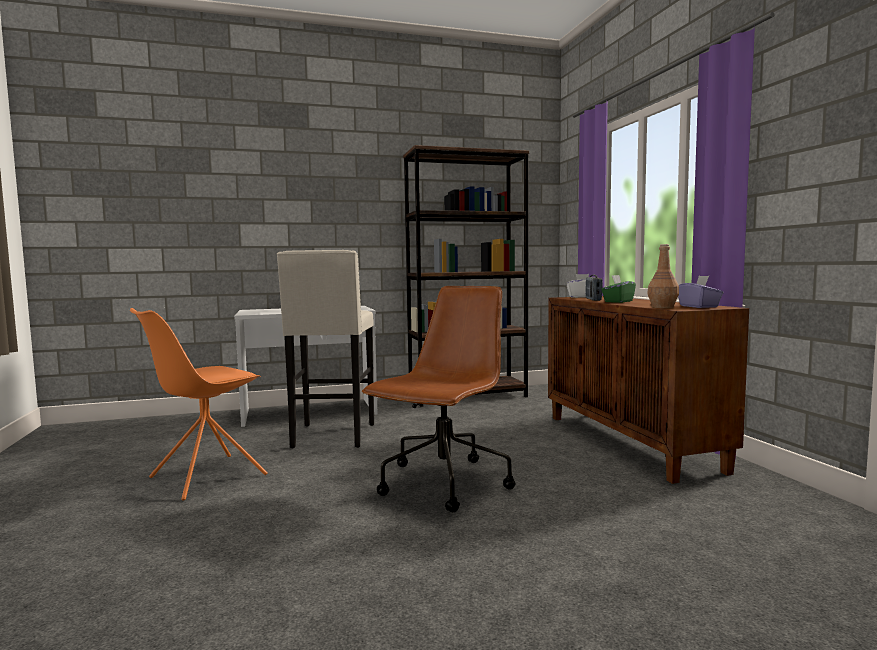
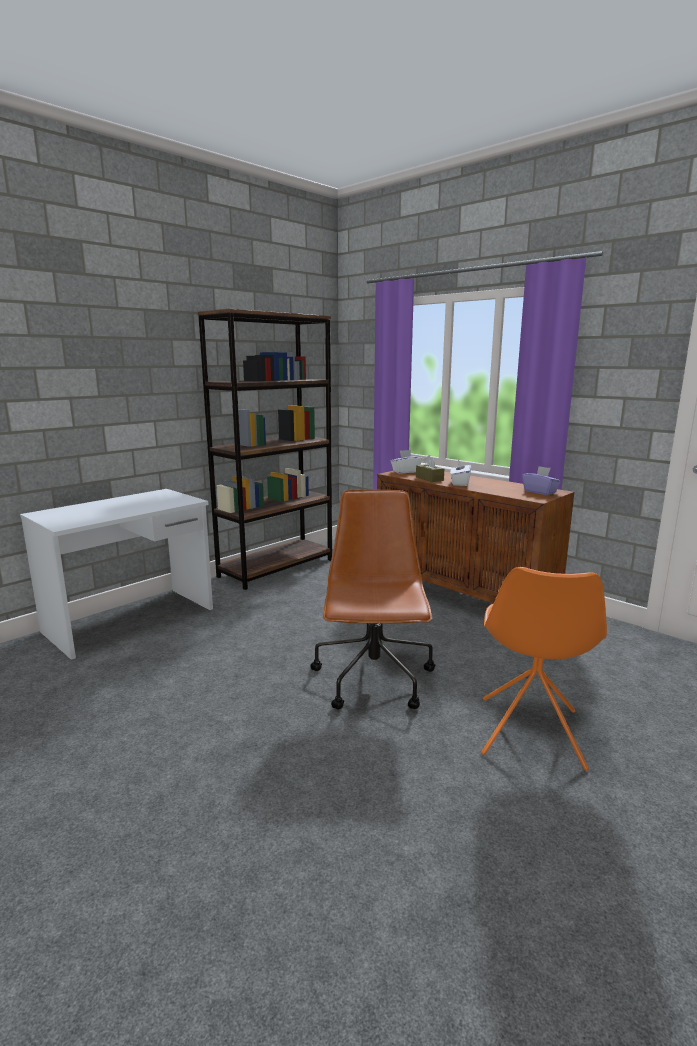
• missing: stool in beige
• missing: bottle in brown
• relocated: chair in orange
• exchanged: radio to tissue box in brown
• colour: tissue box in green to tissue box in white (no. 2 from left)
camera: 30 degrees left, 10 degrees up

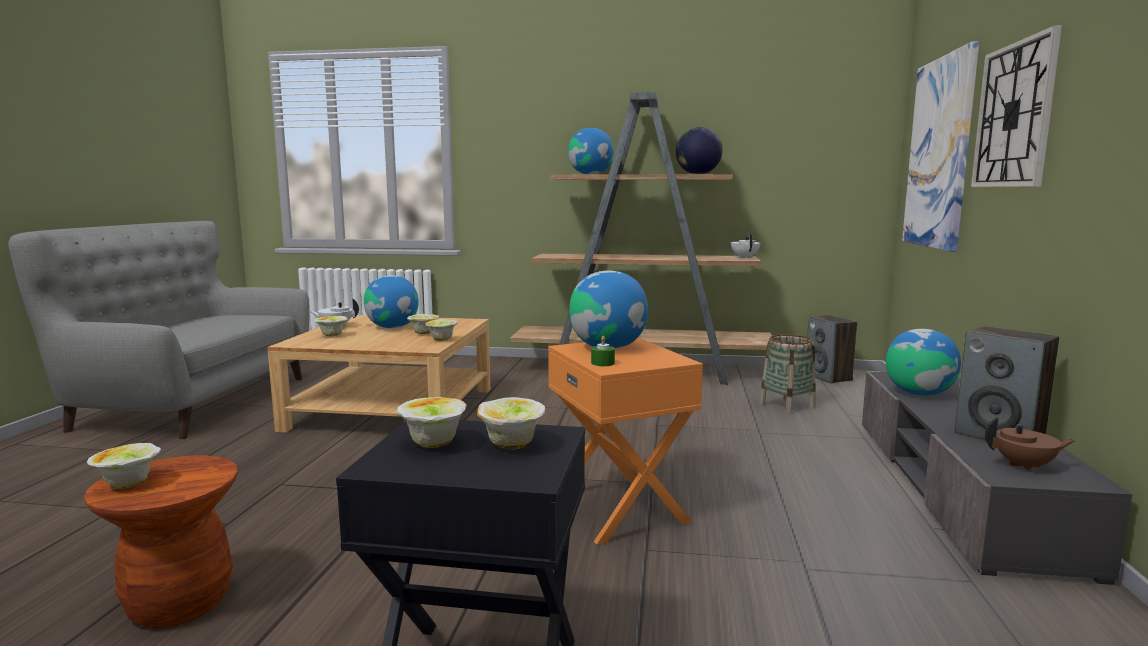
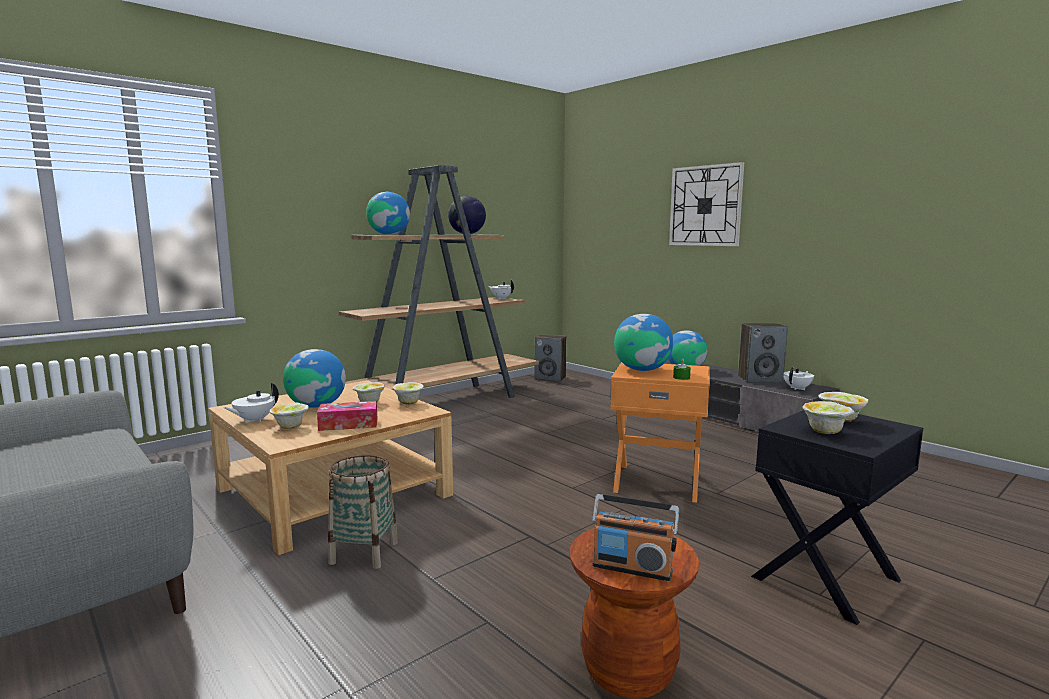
• missing: picture
• appeared: tissue box
• relocated: basket
• exchanged: bowl (no. 1 from left) to radio
• colour: teapot in brown to teapot in white (no. 3 from left)
camera: 50 degrees left, 0 degrees up

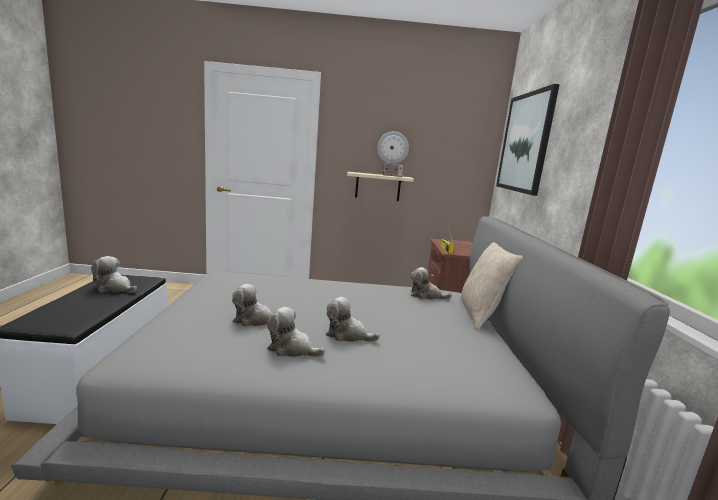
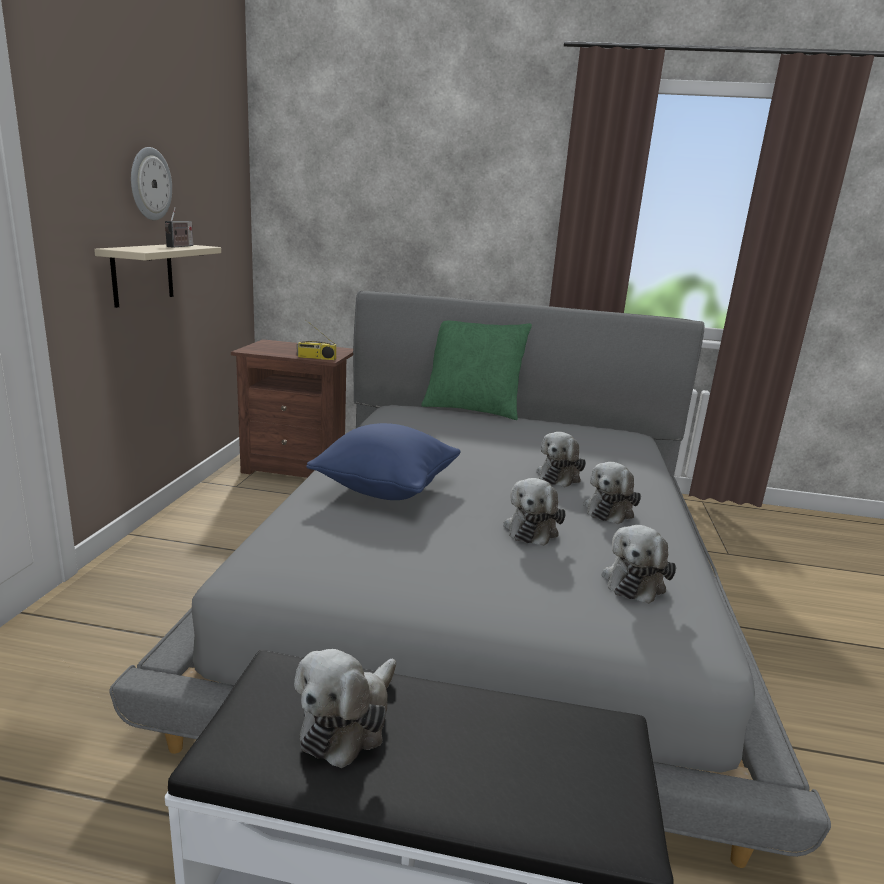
• missing: picture
• appeared: pillow in blue
• relocated: plush toy (no. 5 from left)
• colour: pillow in beige to pillow in green
camera: 80 degrees left, 5 degrees up

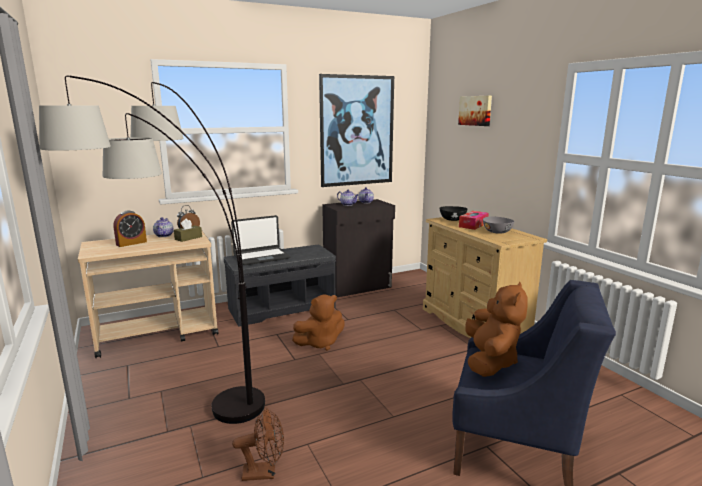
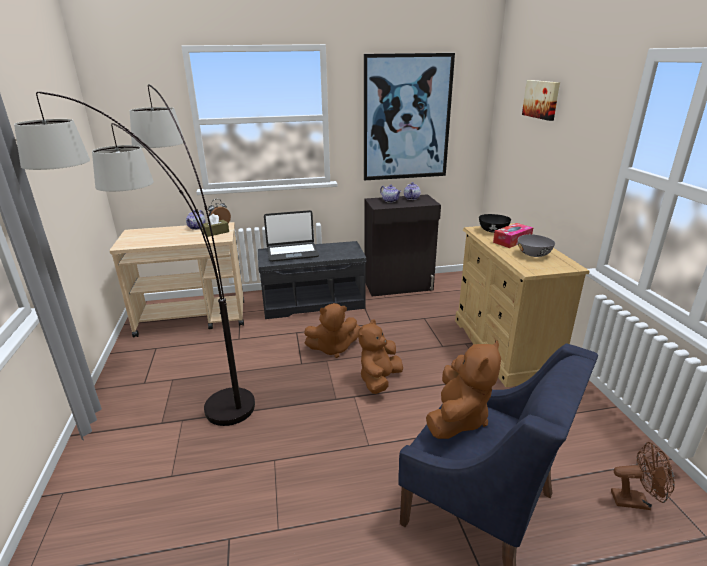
• missing: alarm clock (no. 1 from left)
• appeared: plush toy in brown (no. 2 from left)
• relocated: fan in brown
camera: 15 degrees right, 10 degrees up

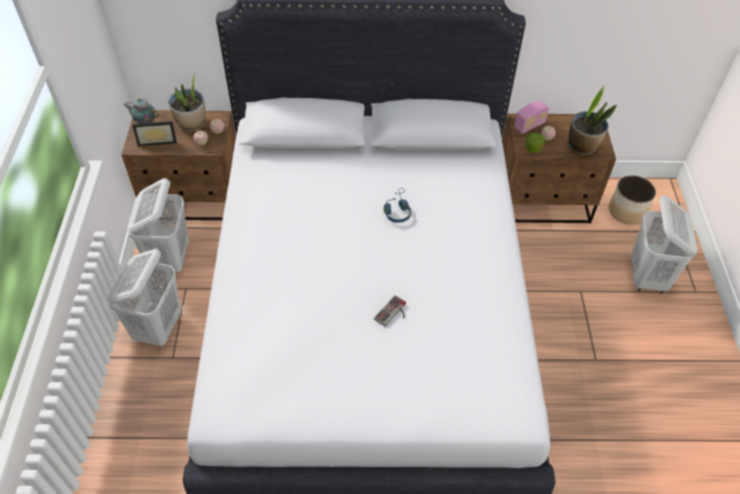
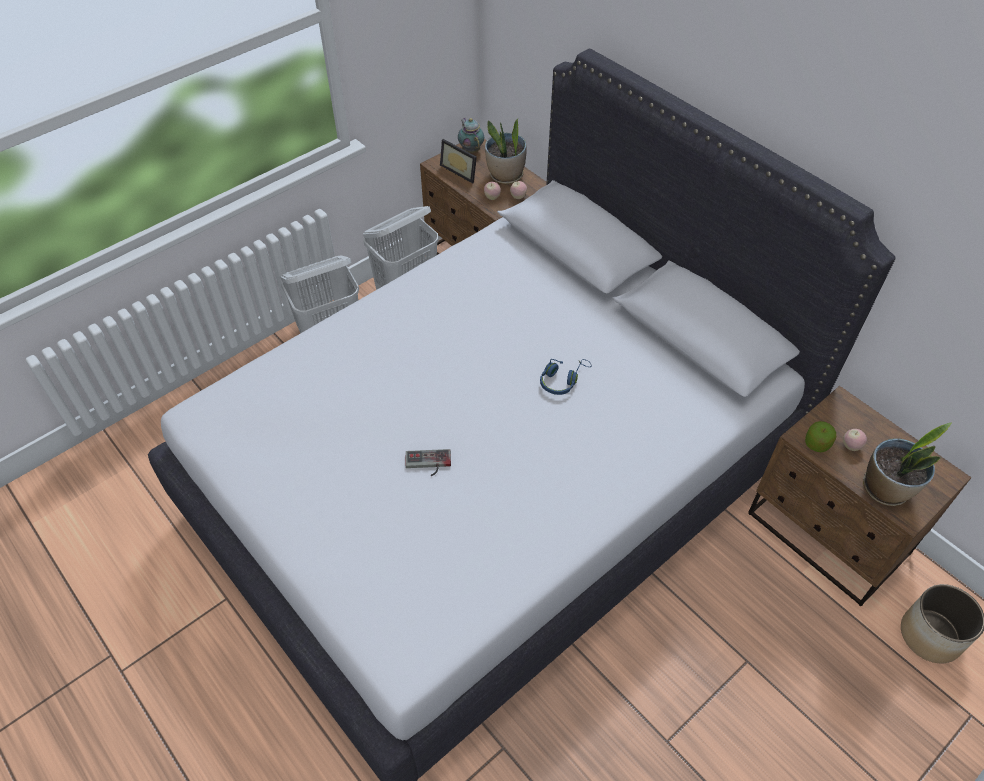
• missing: radio
• missing: laundry basket in white (no. 3 from left)
camera: 50 degrees right, 0 degrees up

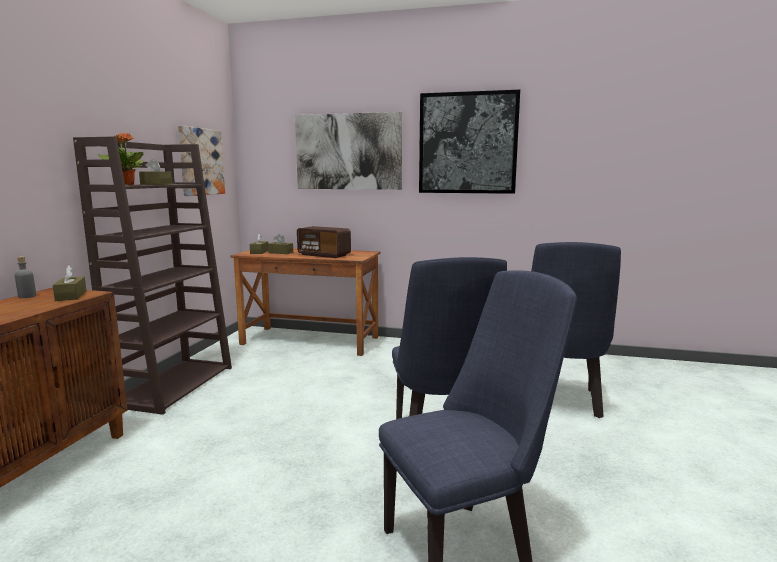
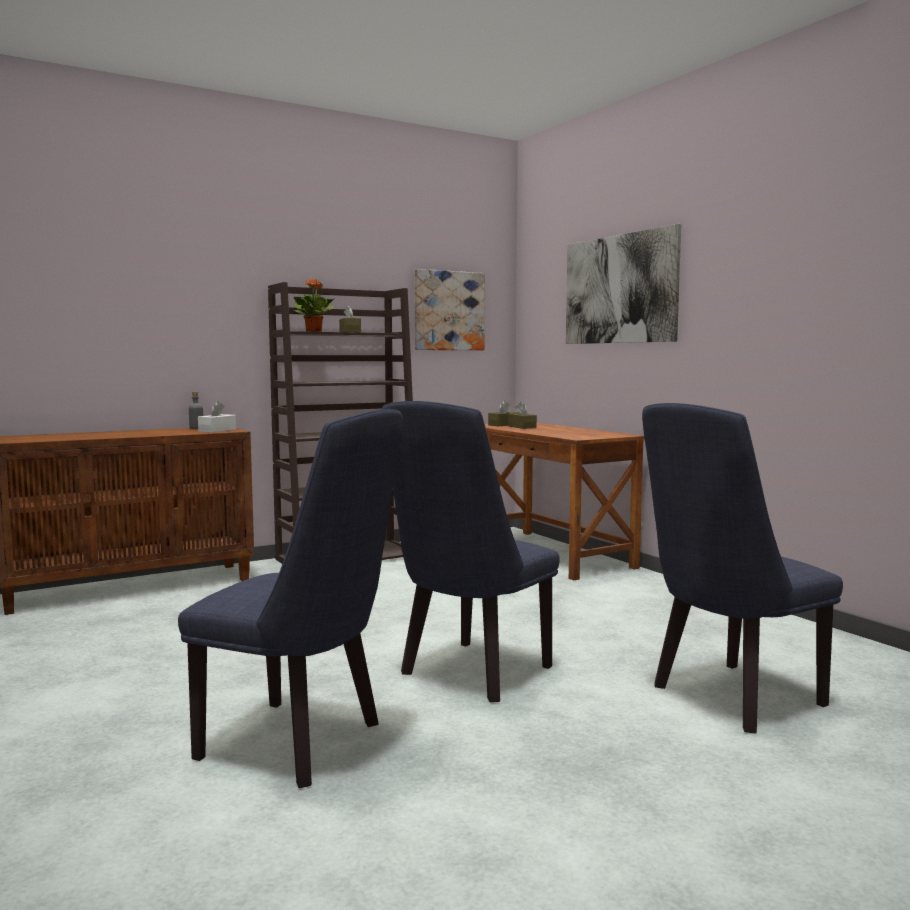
• missing: radio
• missing: picture (no. 3 from left)
• colour: tissue box in brown (no. 1 from left) to tissue box in white
camera: 45 degrees right, 5 degrees down

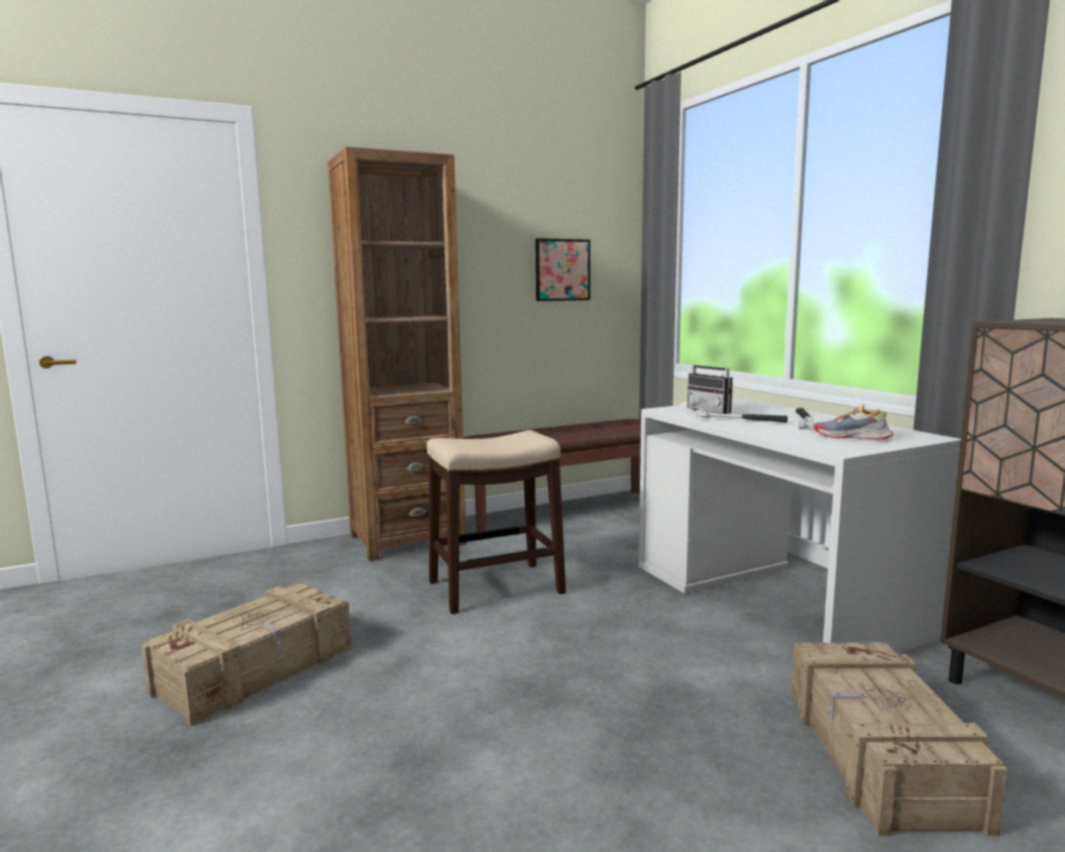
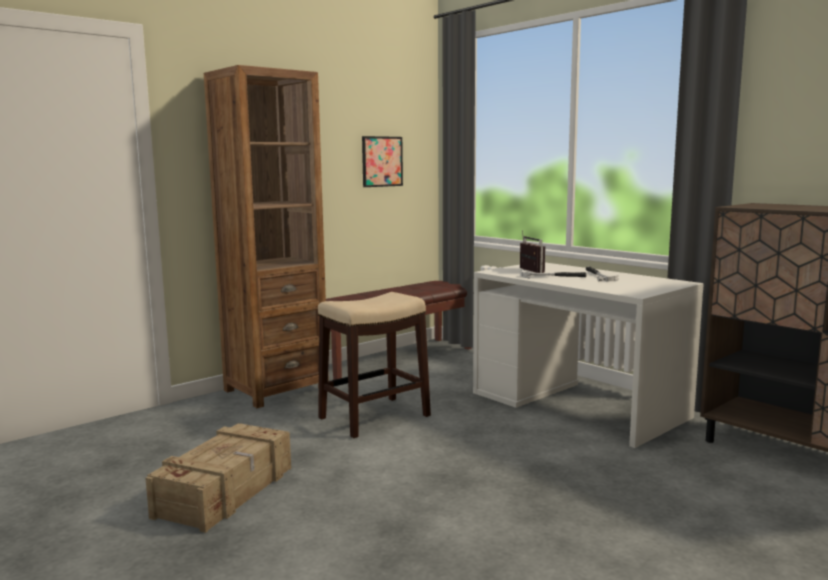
• missing: crate (no. 2 from left)
• missing: shoe
• spun: radio 150 degrees counterclockwise
camera: 15 degrees left, 0 degrees up

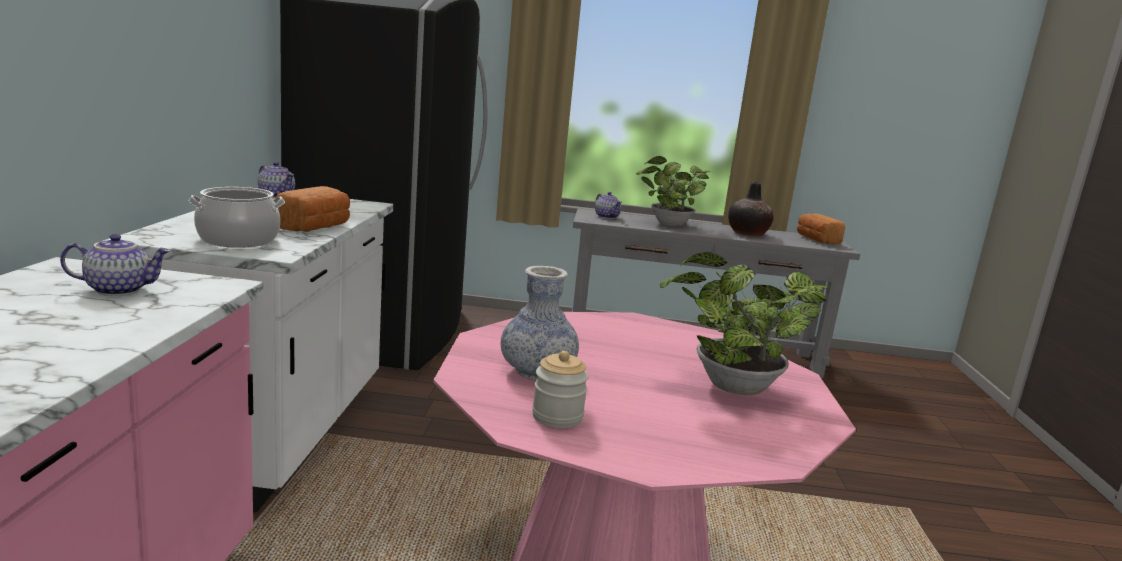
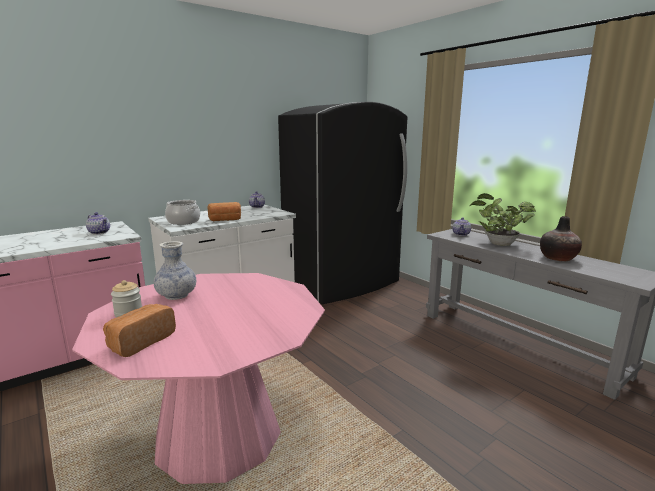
• missing: potted plant (no. 2 from left)
• relocated: bread (no. 2 from left in the first image) to bread (no. 1 from left)
camera: 50 degrees right, 0 degrees up

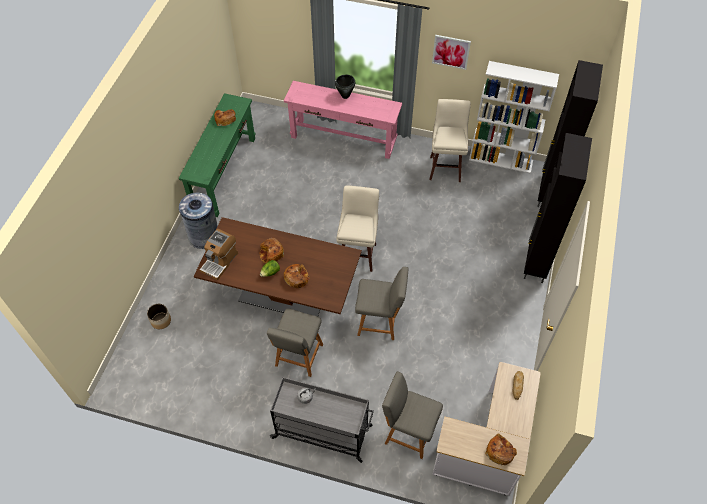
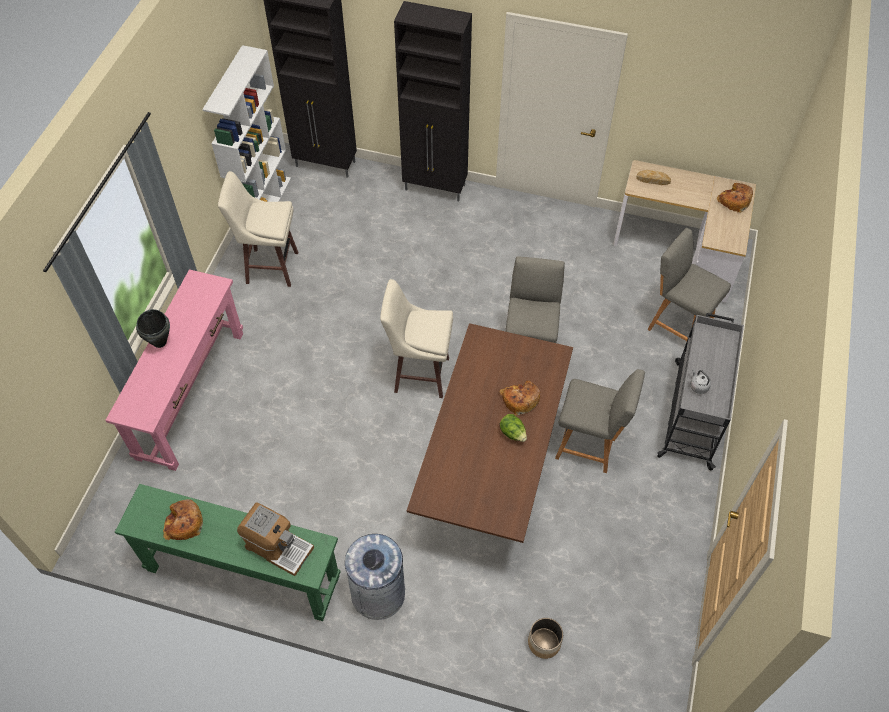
• missing: bread (no. 2 from left)
• missing: picture
• relocated: coffee machine
• spun: chair in grey (no. 3 from left) 105 degrees clockwise
camera: 90 degrees left, 0 degrees up

